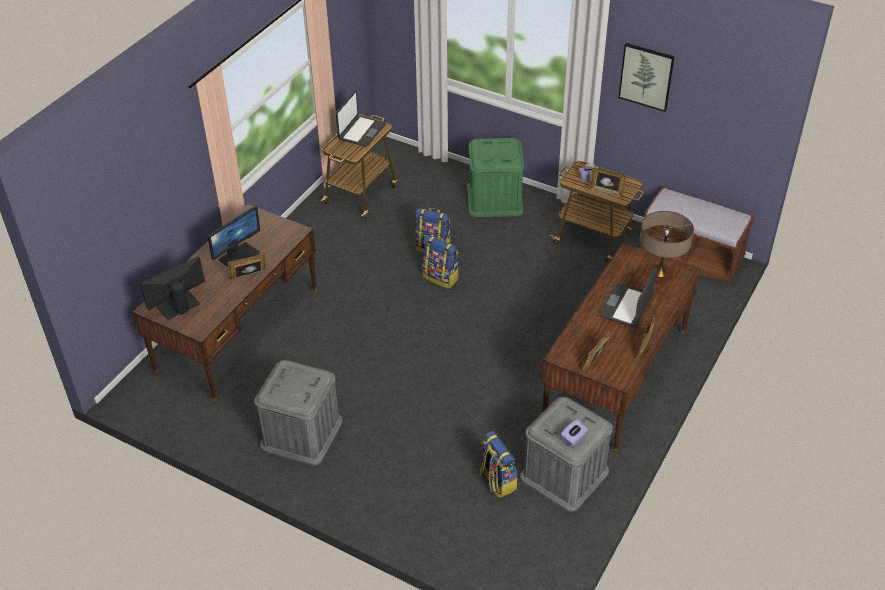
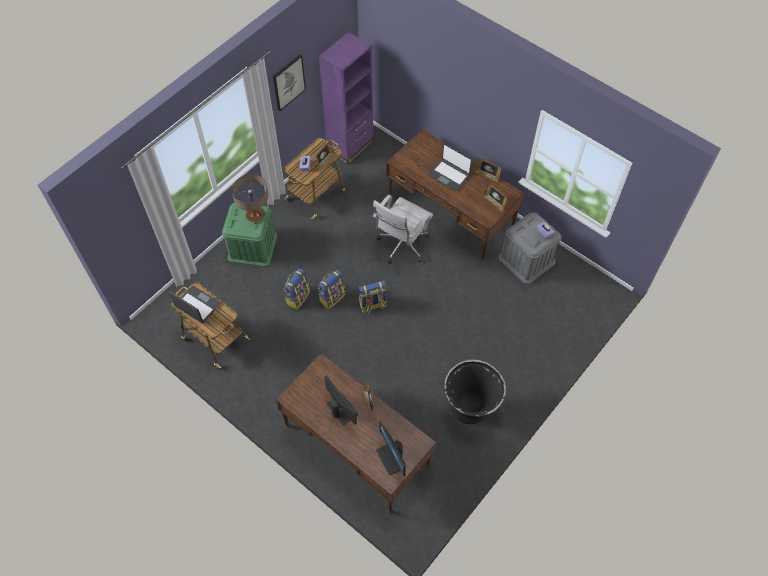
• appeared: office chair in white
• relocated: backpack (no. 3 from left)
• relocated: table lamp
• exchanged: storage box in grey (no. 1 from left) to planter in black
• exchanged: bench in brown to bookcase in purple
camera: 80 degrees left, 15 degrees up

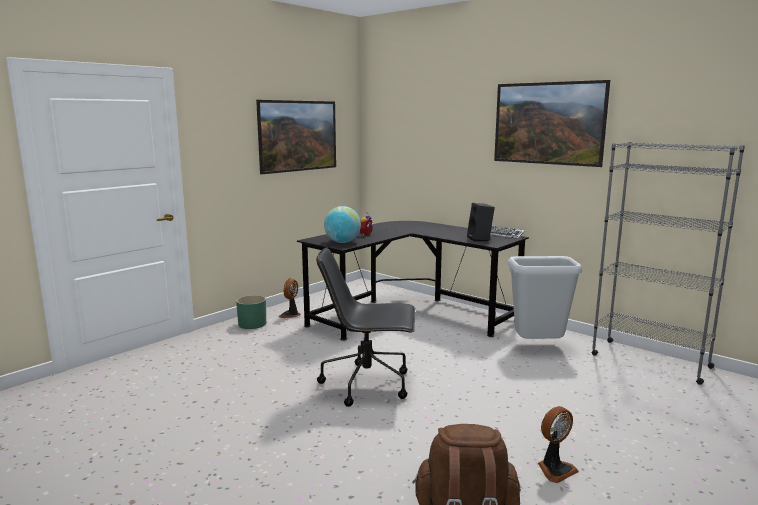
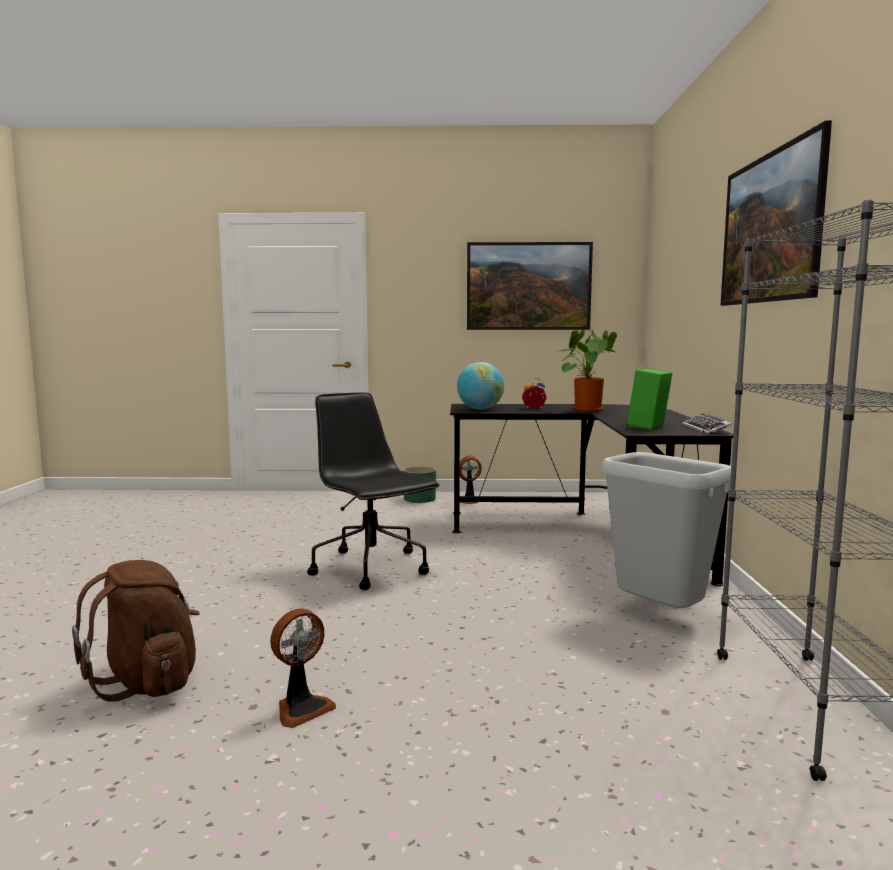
• appeared: potted plant
• colour: speaker in black to speaker in green
• spun: fan (no. 2 from left in the first image) 60 degrees counterclockwise
camera: 50 degrees right, 5 degrees down

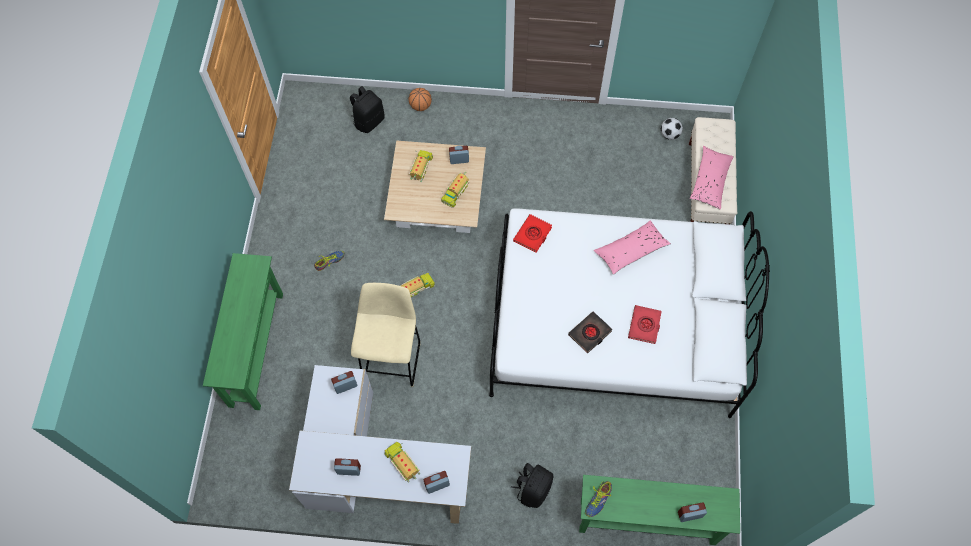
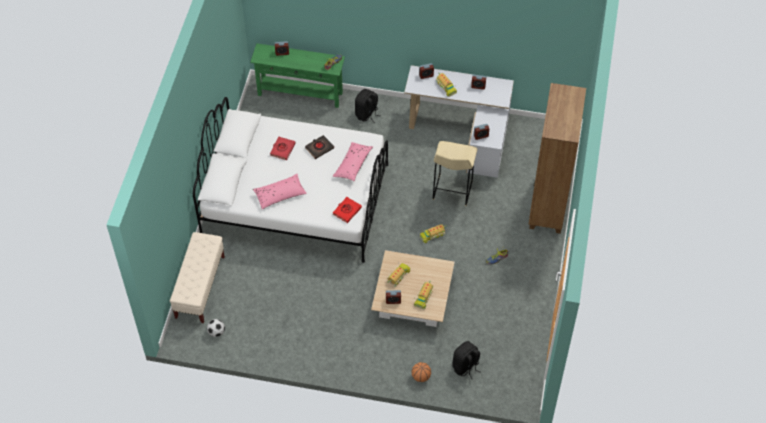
• relocated: pillow in pink (no. 2 from left)
• exchanged: console table in green (no. 1 from left) to bookcase in brown
camera: 175 degrees left, 10 degrees down

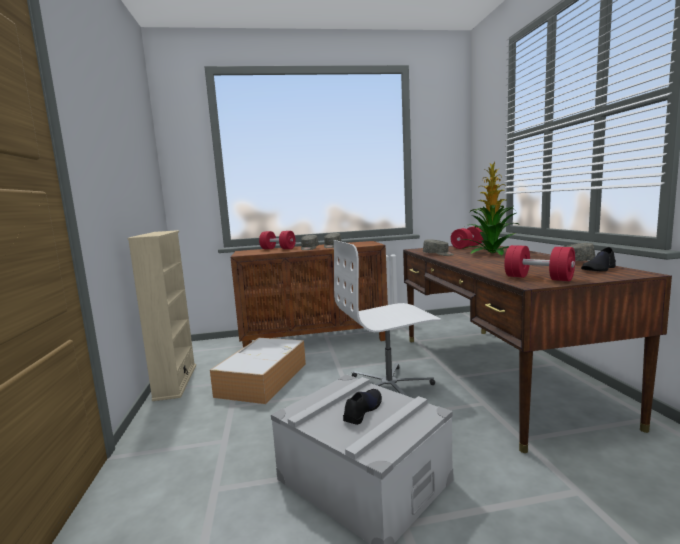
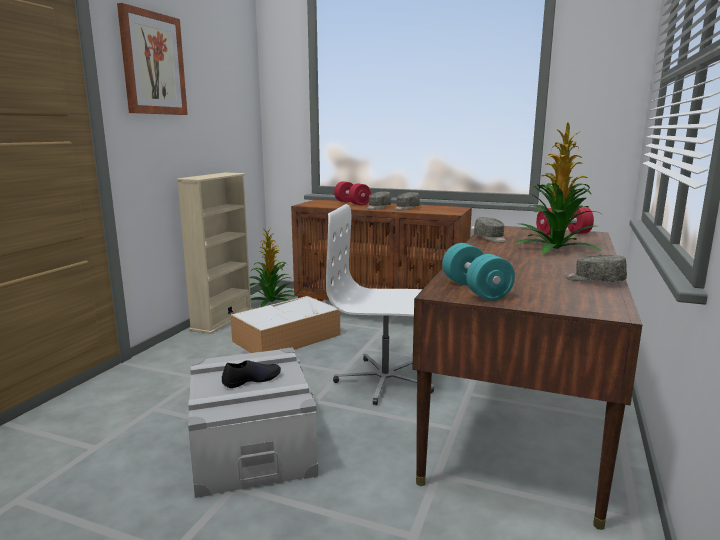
• missing: shoe in black (no. 2 from left)
• appeared: picture
• appeared: potted plant (no. 1 from left)
• colour: dumbbell in red (no. 3 from left) to dumbbell in turquoise
camera: 30 degrees right, 5 degrees up

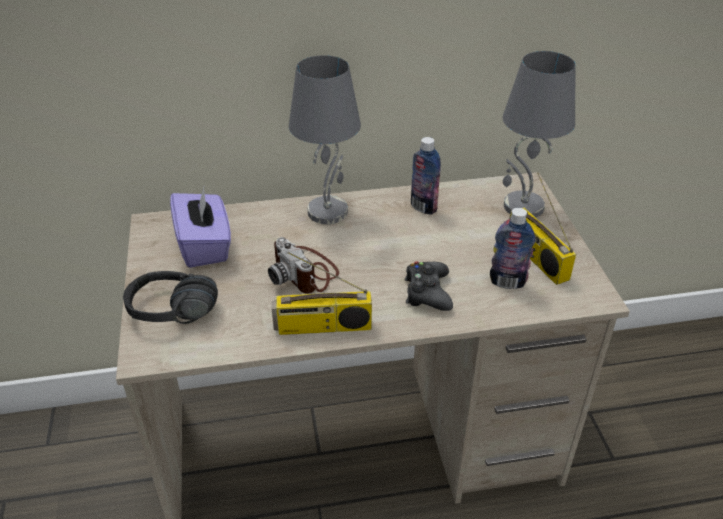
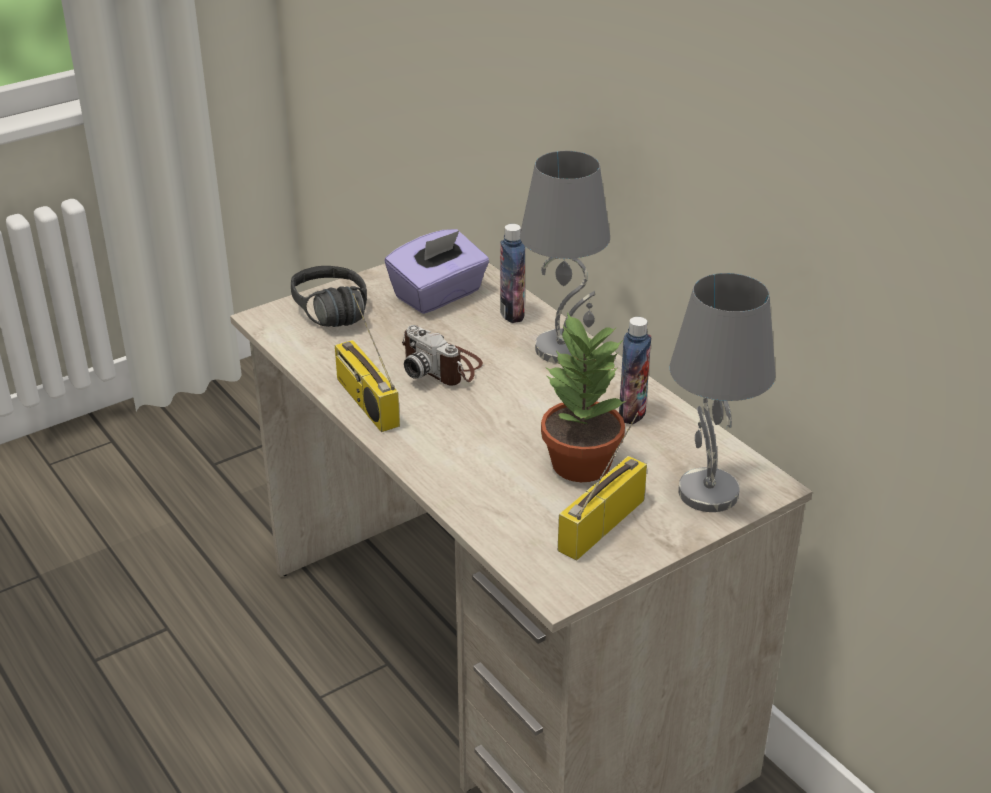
• missing: game controller in black
• appeared: potted plant
• relocated: bottle (no. 2 from left in the first image) to bottle (no. 1 from left)
• spun: photo camera 75 degrees counterclockwise
camera: 65 degrees right, 5 degrees down

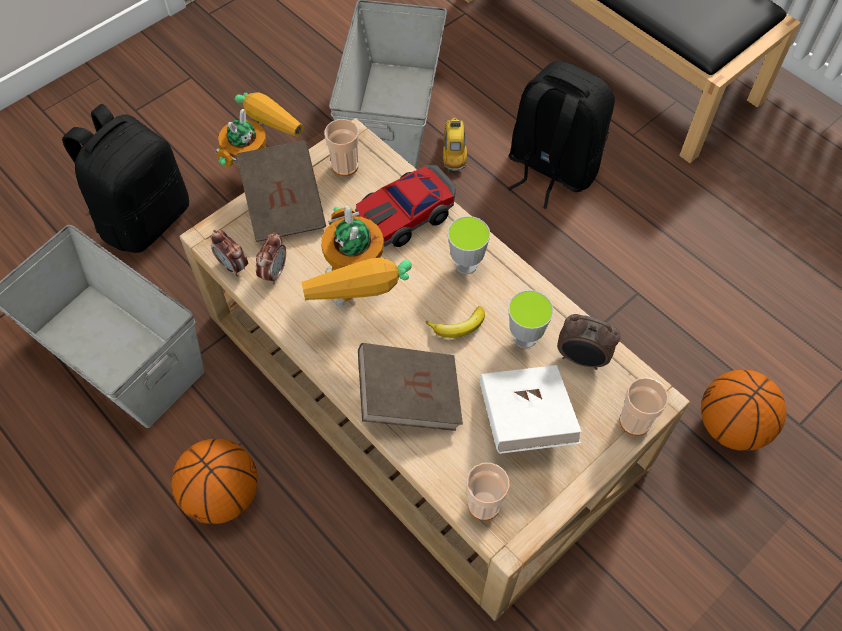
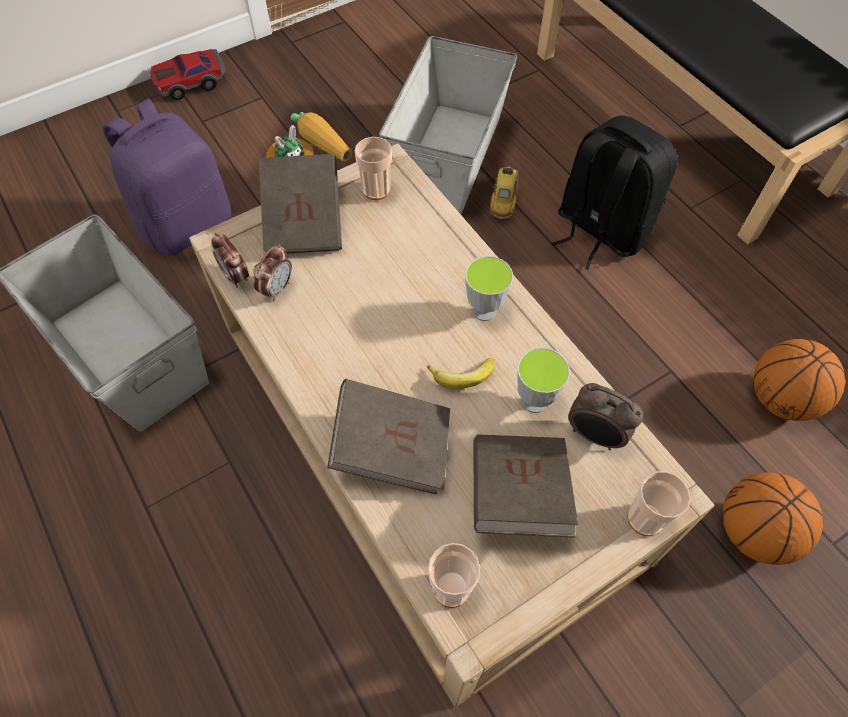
• missing: toy robot (no. 2 from left)
• relocated: basketball (no. 1 from left in the first image) to basketball (no. 2 from left)
• relocated: toy car (no. 1 from left)
• colour: backpack in black (no. 1 from left) to backpack in purple
• colour: book in white to book in brown (no. 3 from left)
camera: 10 degrees right, 0 degrees up

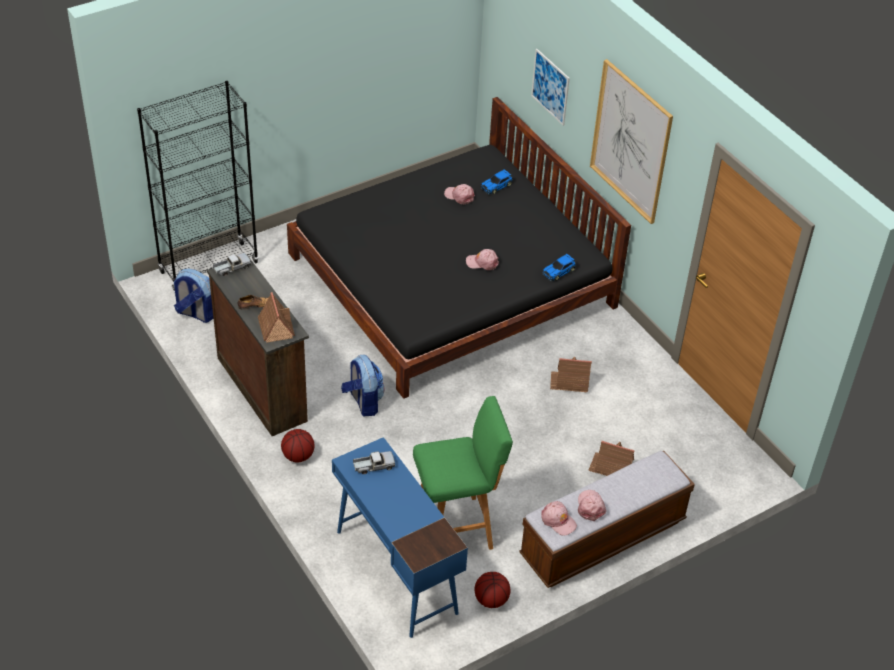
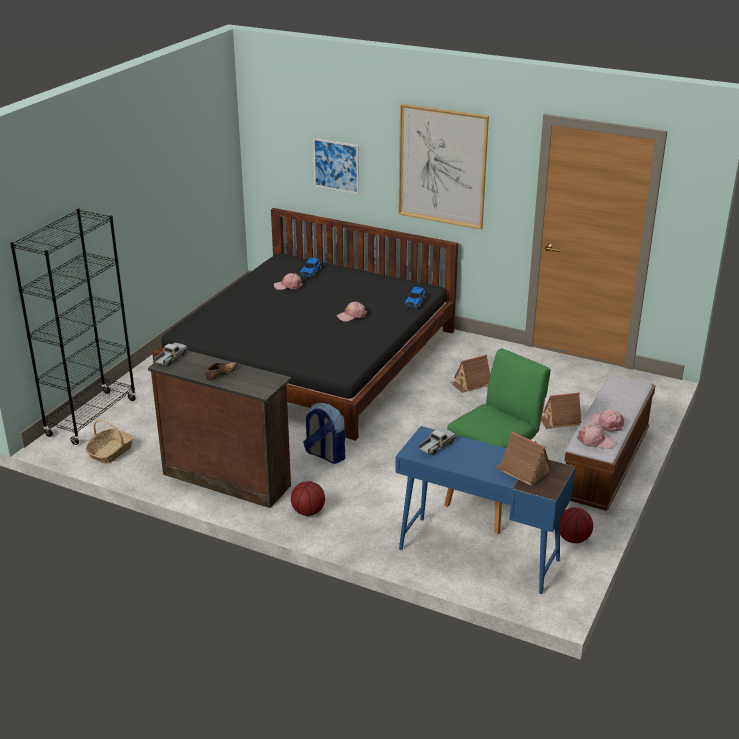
• relocated: toy house (no. 1 from left in the first image) to toy house (no. 2 from left)
• exchanged: backpack (no. 1 from left) to basket
camera: 30 degrees left, 15 degrees down

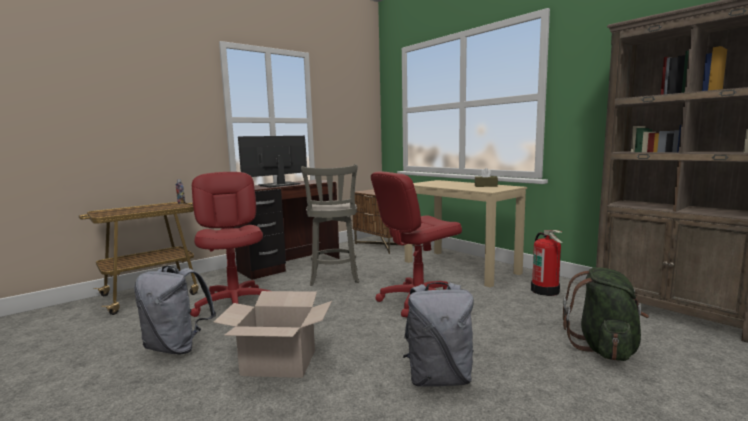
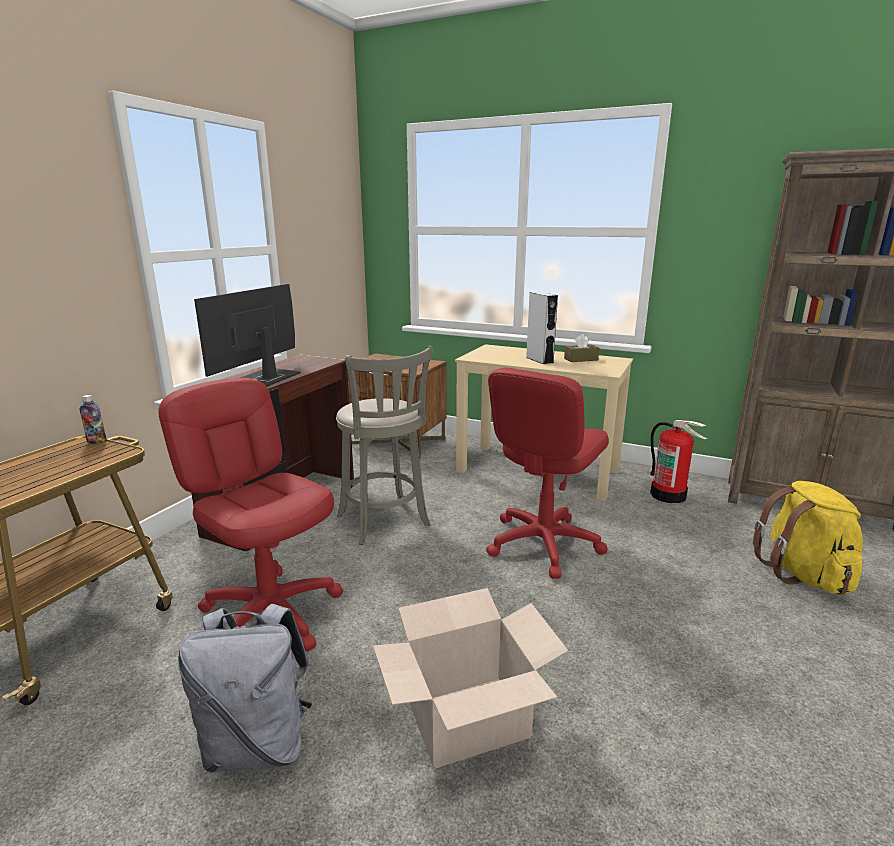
• missing: backpack in grey (no. 2 from left)
• appeared: speaker in grey
• colour: backpack in green to backpack in yellow
camera: 25 degrees left, 10 degrees up

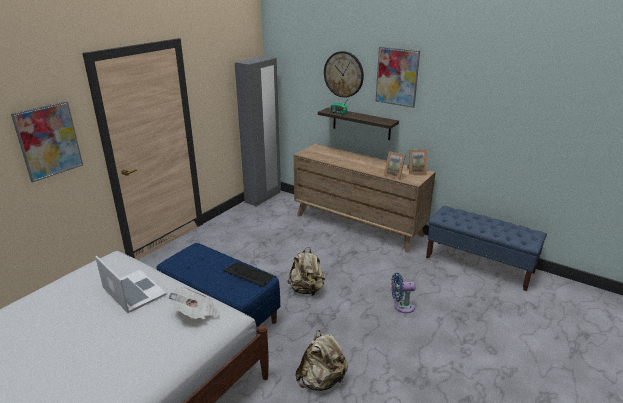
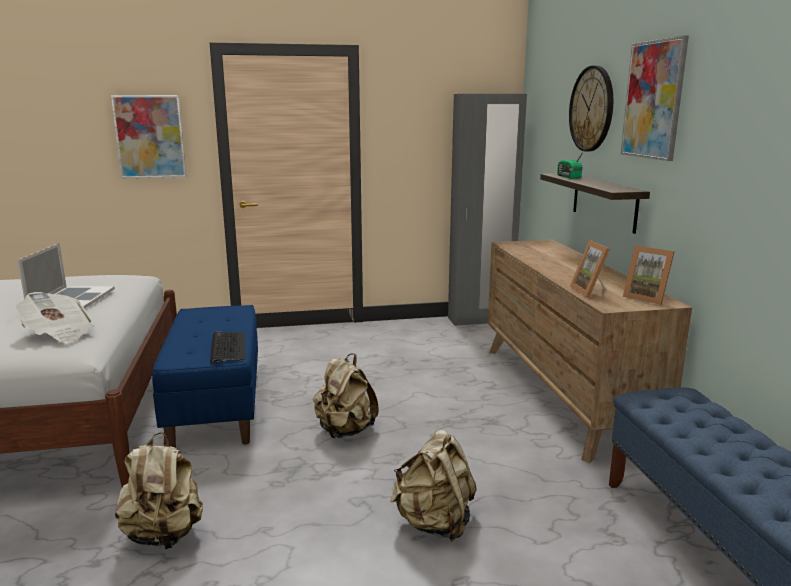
• exchanged: fan in blue to backpack in beige (no. 3 from left)
camera: 45 degrees right, 10 degrees down

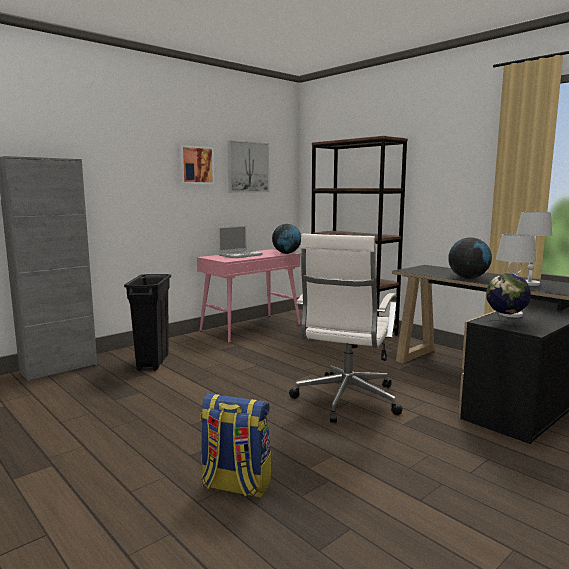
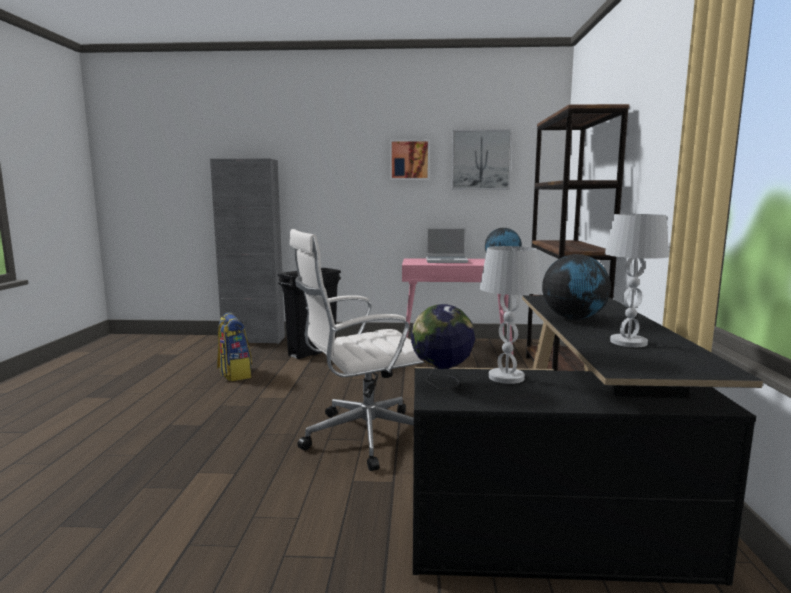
• relocated: backpack
camera: 45 degrees right, 0 degrees up

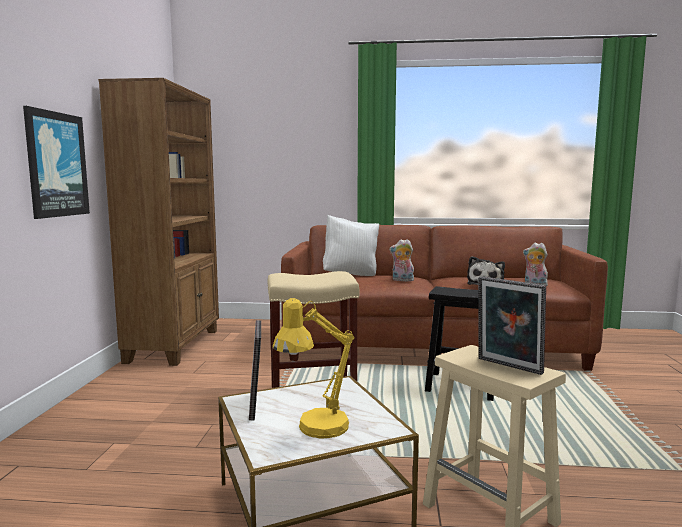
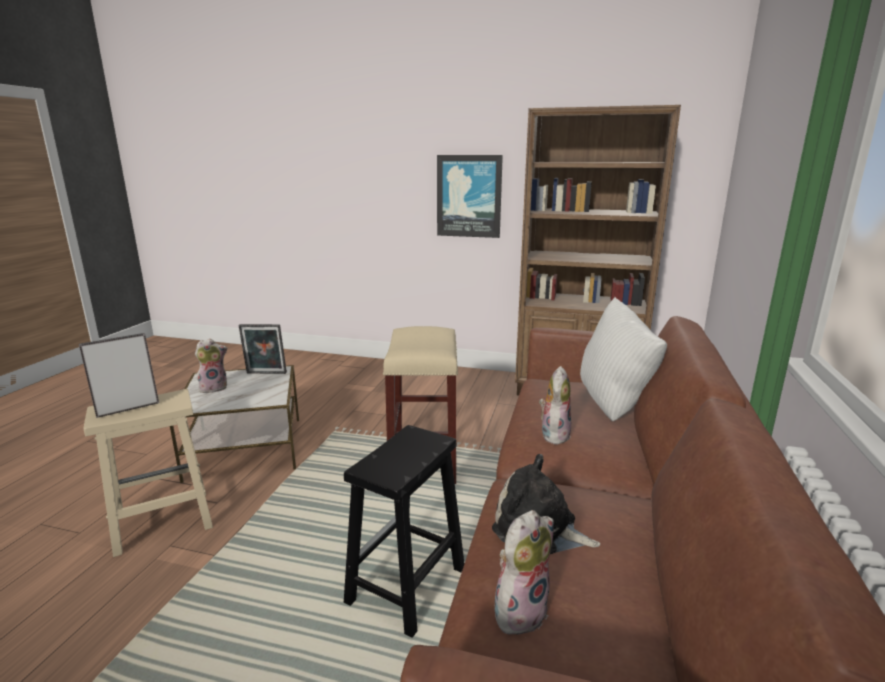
• exchanged: table lamp in yellow to plush toy (no. 1 from left)
camera: 100 degrees right, 10 degrees up

